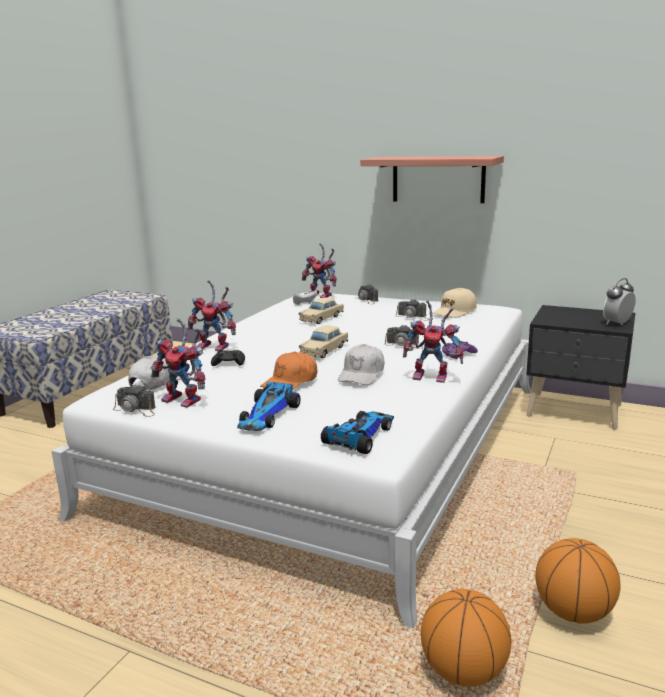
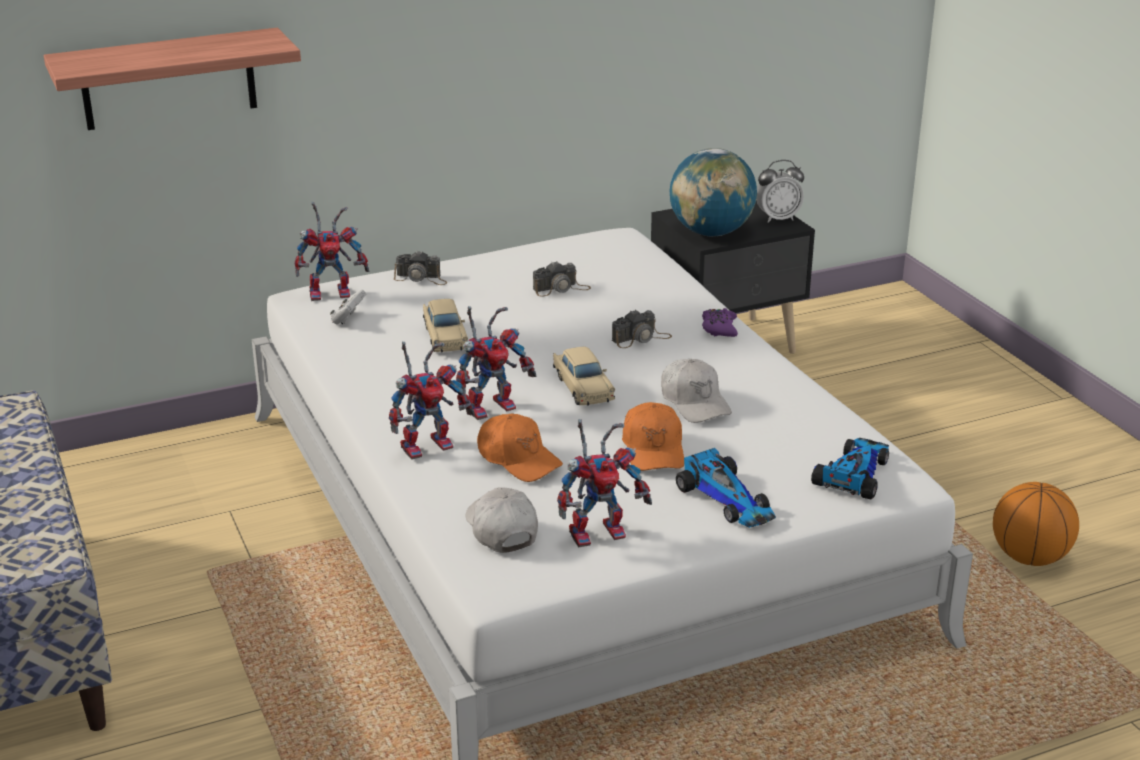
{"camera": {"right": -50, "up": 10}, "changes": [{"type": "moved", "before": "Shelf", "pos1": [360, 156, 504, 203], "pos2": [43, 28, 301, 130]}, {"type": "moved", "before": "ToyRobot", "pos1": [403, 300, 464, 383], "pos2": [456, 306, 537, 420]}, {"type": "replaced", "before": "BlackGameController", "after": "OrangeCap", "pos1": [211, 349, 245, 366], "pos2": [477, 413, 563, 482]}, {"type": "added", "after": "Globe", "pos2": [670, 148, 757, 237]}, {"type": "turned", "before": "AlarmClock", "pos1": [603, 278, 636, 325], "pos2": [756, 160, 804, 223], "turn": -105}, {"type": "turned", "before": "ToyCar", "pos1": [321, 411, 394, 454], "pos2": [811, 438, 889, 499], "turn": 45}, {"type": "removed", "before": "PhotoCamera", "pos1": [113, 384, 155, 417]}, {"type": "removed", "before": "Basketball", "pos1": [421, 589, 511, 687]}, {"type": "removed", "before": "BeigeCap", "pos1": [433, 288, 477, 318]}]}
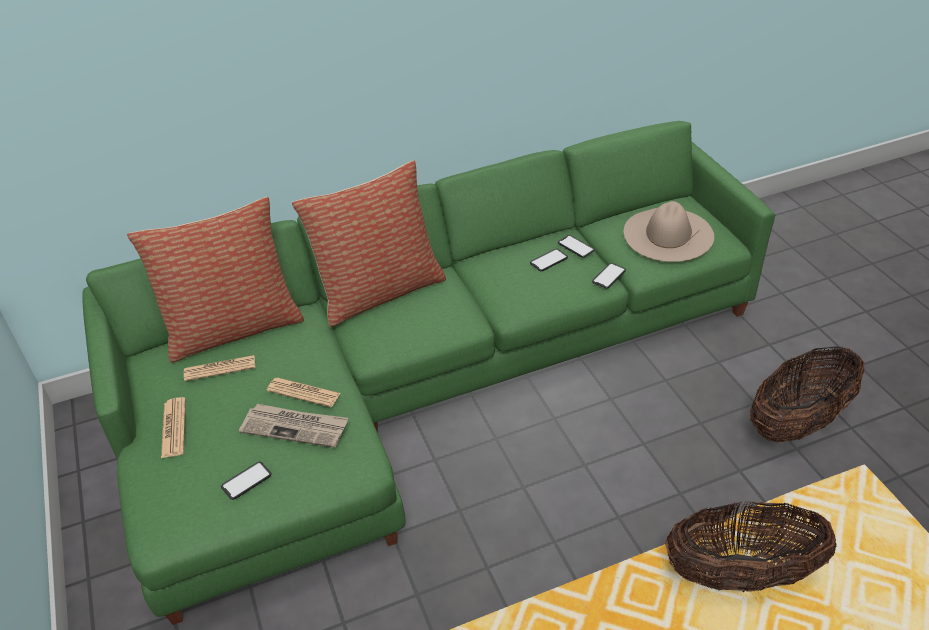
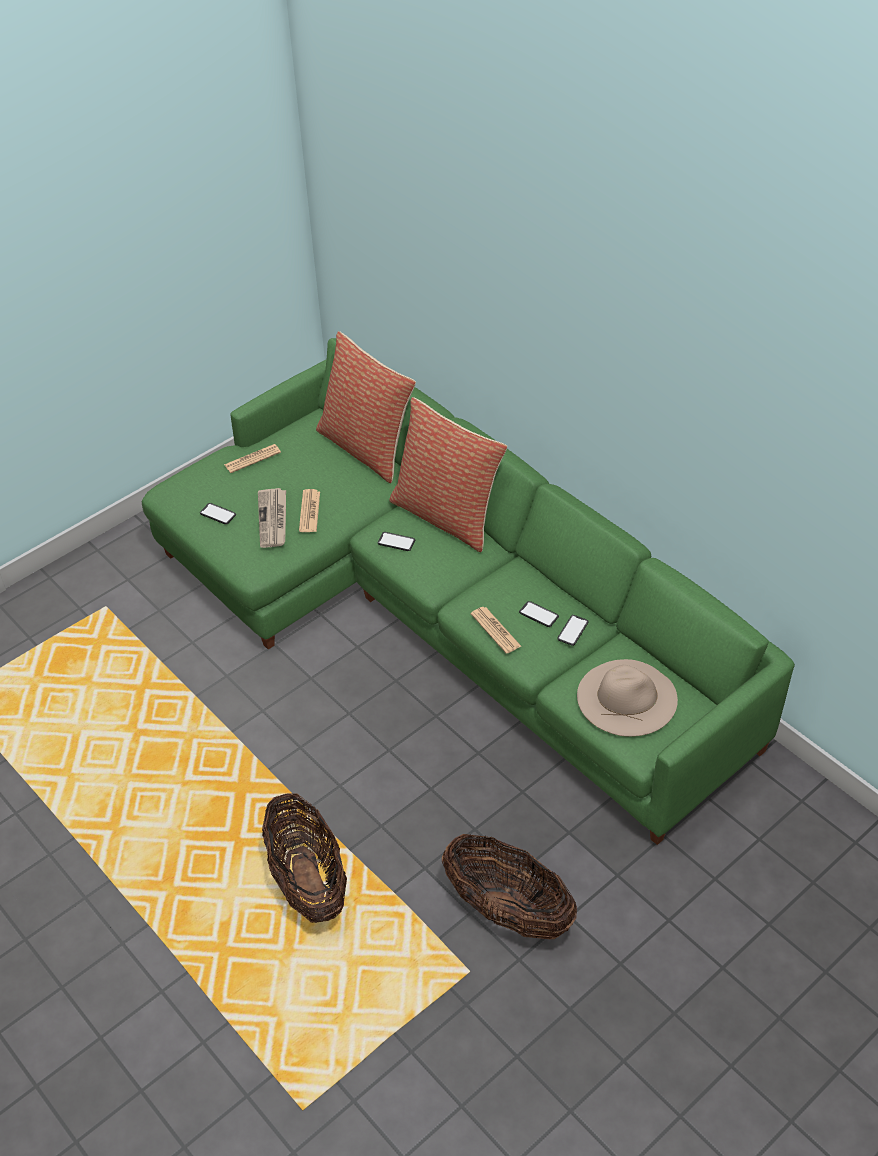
{"camera": {"right": 70, "up": 5}, "changes": [{"type": "moved", "before": "Phone", "pos1": [592, 263, 626, 289], "pos2": [378, 532, 415, 551]}, {"type": "moved", "before": "Newspaper", "pos1": [184, 355, 255, 381], "pos2": [471, 607, 521, 654]}]}
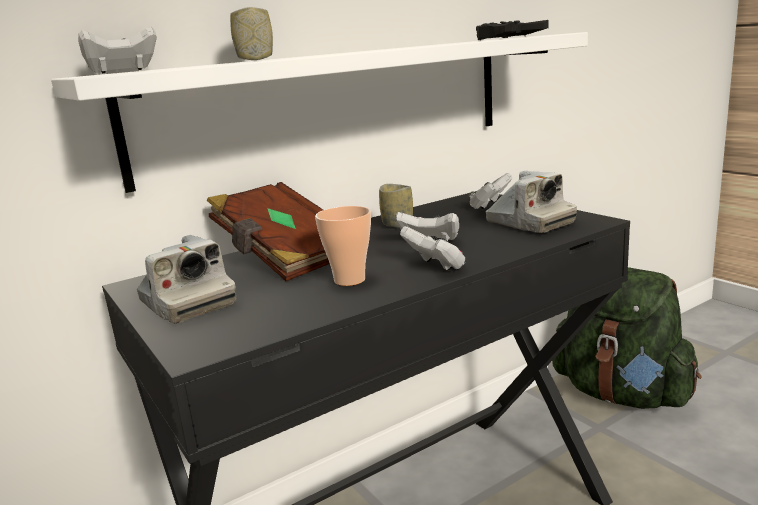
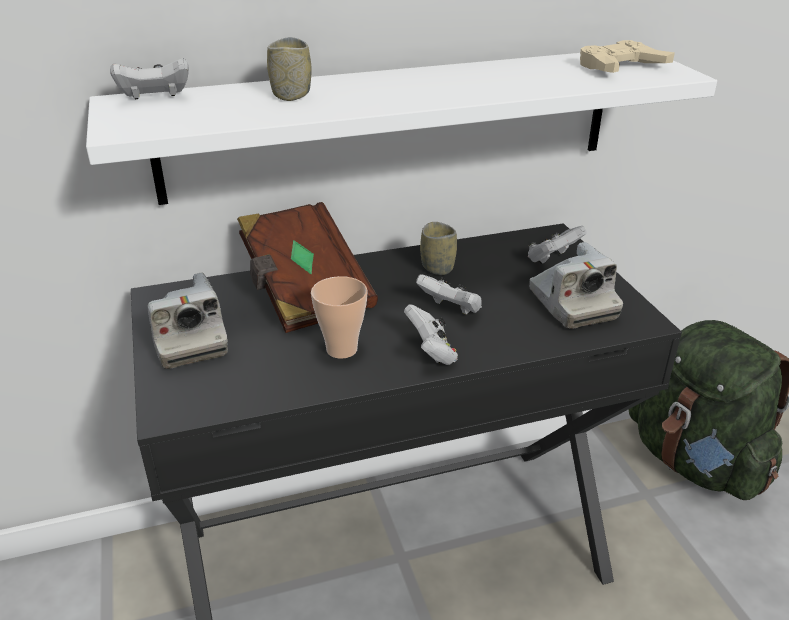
{"camera": {"right": 15, "up": 15}, "changes": [{"type": "recoloured", "before": "BlackGameController", "after": "BeigeGameController", "pos1": [476, 20, 548, 40], "pos2": [580, 40, 675, 73]}]}
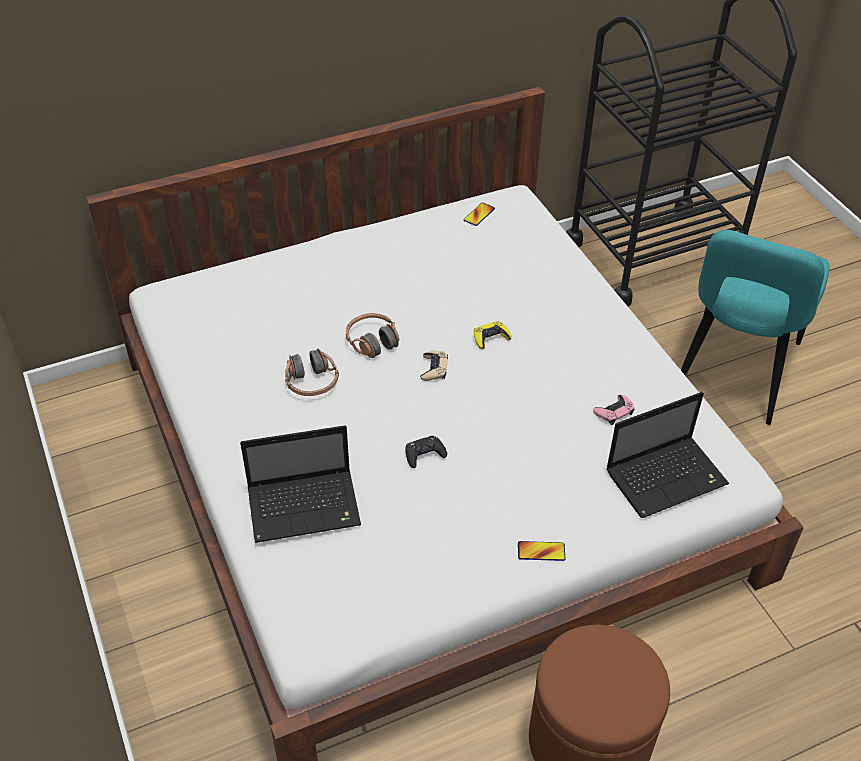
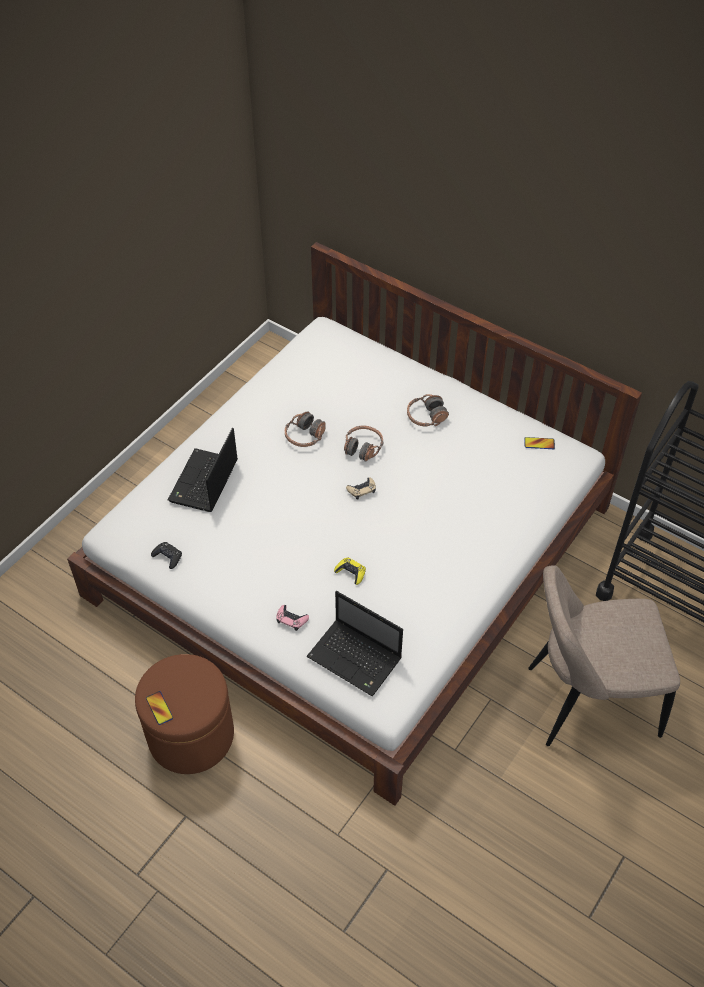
{"camera": {"right": 60, "up": 5}, "changes": [{"type": "moved", "before": "Phone", "pos1": [518, 541, 565, 561], "pos2": [146, 691, 173, 725]}, {"type": "moved", "before": "BlackGameController", "pos1": [405, 436, 447, 468], "pos2": [151, 542, 182, 569]}, {"type": "turned", "before": "Laptop", "pos1": [240, 425, 361, 543], "pos2": [168, 428, 238, 512], "turn": 60}, {"type": "moved", "before": "PinkGameController", "pos1": [593, 395, 634, 425], "pos2": [276, 605, 309, 631]}, {"type": "moved", "before": "YellowGameController", "pos1": [474, 321, 512, 349], "pos2": [334, 557, 366, 585]}, {"type": "added", "after": "Headphones", "pos2": [407, 394, 449, 427]}, {"type": "recoloured", "before": "TurquoiseChair", "after": "BeigeChair", "pos1": [681, 230, 829, 425], "pos2": [528, 565, 680, 746]}]}
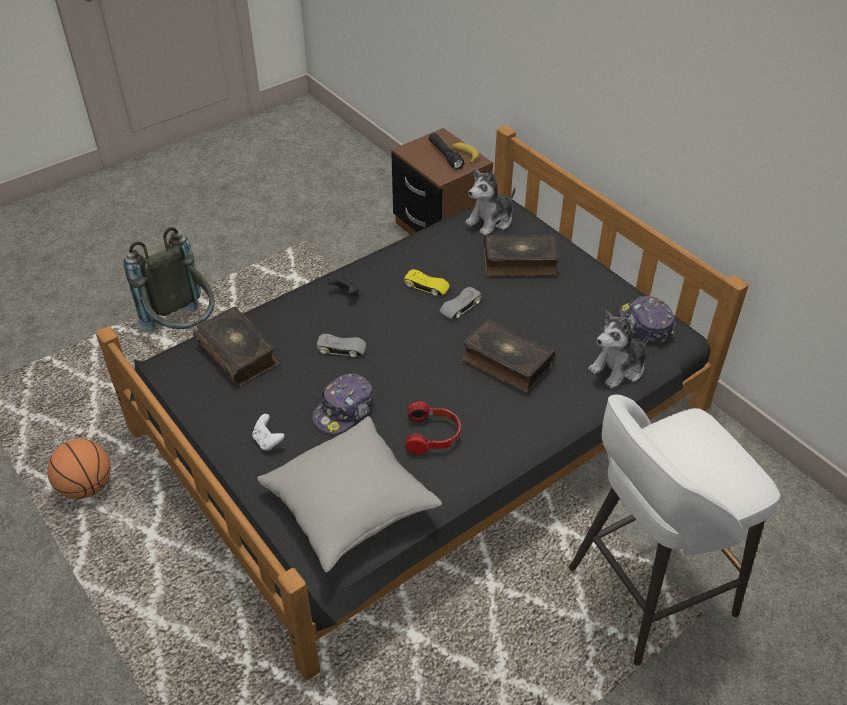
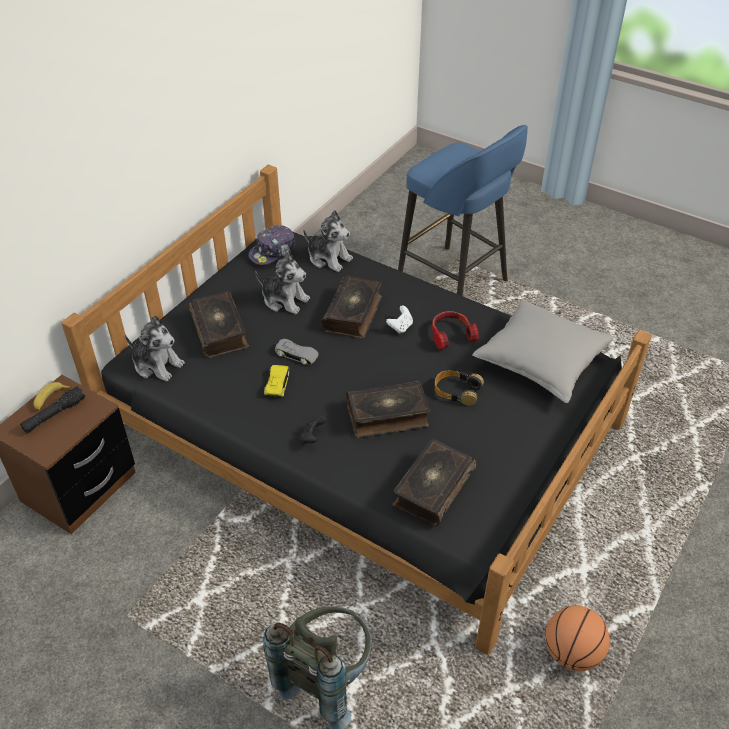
{"camera": {"right": -110, "up": 0}, "changes": [{"type": "added", "after": "PlushToy", "pos2": [256, 251, 310, 314]}, {"type": "replaced", "before": "GreyToyCar", "after": "Book", "pos1": [317, 334, 366, 357], "pos2": [346, 381, 430, 438]}, {"type": "moved", "before": "WhiteGameController", "pos1": [252, 414, 285, 451], "pos2": [386, 305, 413, 334]}, {"type": "recoloured", "before": "WhiteStool", "after": "BlueStool", "pos1": [568, 395, 780, 666], "pos2": [398, 125, 528, 296]}, {"type": "replaced", "before": "Cap", "after": "Headphones", "pos1": [312, 373, 374, 434], "pos2": [435, 371, 484, 406]}]}
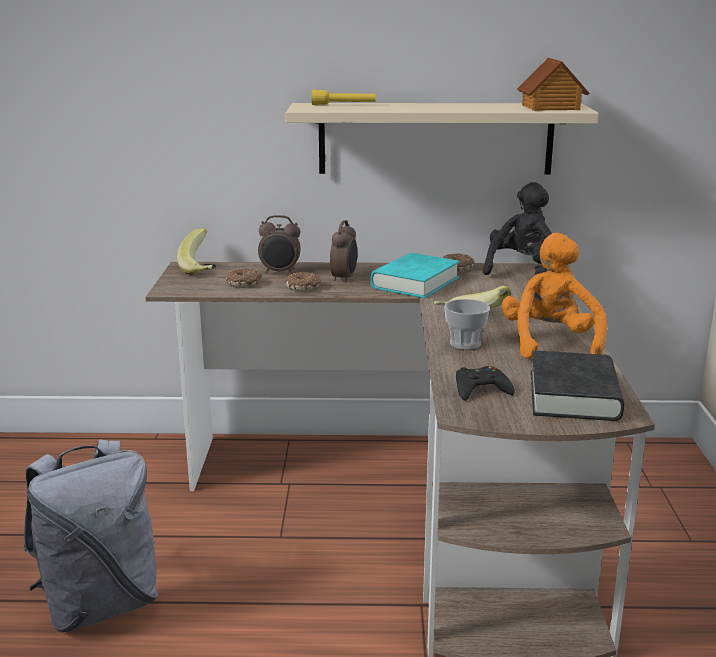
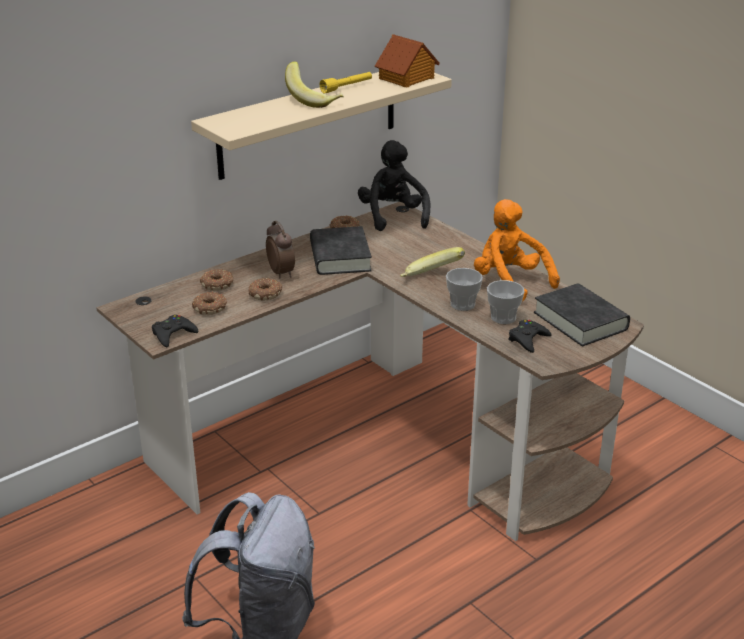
{"camera": {"right": -40, "up": 10}, "changes": [{"type": "added", "after": "BlackGameController", "pos2": [152, 315, 198, 347]}, {"type": "replaced", "before": "AlarmClock", "after": "Donut", "pos1": [258, 215, 301, 274], "pos2": [200, 269, 233, 291]}, {"type": "moved", "before": "Banana", "pos1": [177, 228, 213, 275], "pos2": [285, 61, 344, 108]}, {"type": "recoloured", "before": "TurquoiseBook", "after": "BlackBook", "pos1": [371, 253, 460, 298], "pos2": [310, 226, 372, 275]}, {"type": "moved", "before": "YellowFlashlight", "pos1": [311, 90, 376, 105], "pos2": [320, 72, 372, 94]}, {"type": "added", "after": "Cup", "pos2": [487, 280, 524, 324]}]}
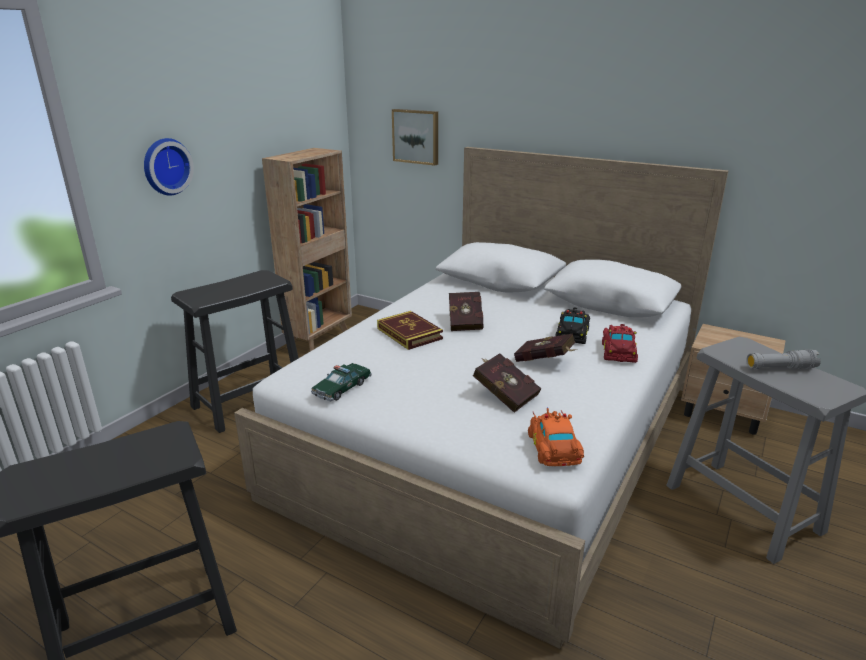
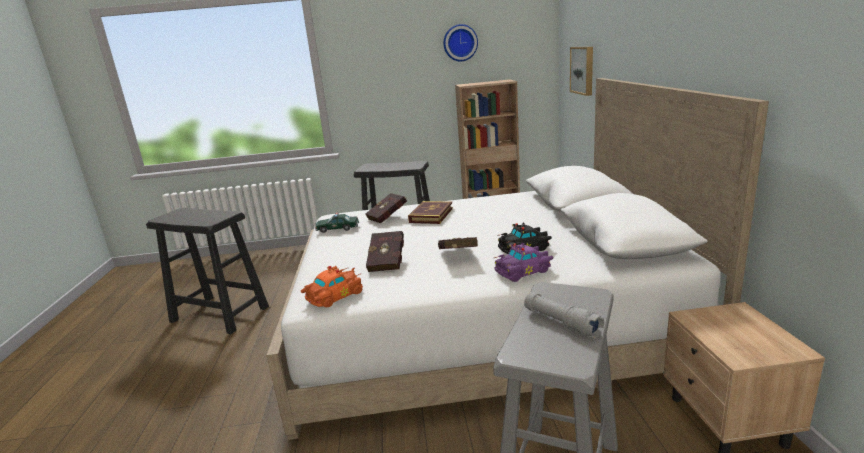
{"camera": {"right": 55, "up": -5}, "changes": [{"type": "moved", "before": "RedBook", "pos1": [449, 292, 484, 331], "pos2": [365, 193, 407, 223]}, {"type": "moved", "before": "WallClock", "pos1": [144, 138, 194, 195], "pos2": [443, 24, 478, 61]}, {"type": "recoloured", "before": "RedToyCar", "after": "PurpleToyCar", "pos1": [602, 324, 638, 363], "pos2": [494, 243, 553, 282]}]}
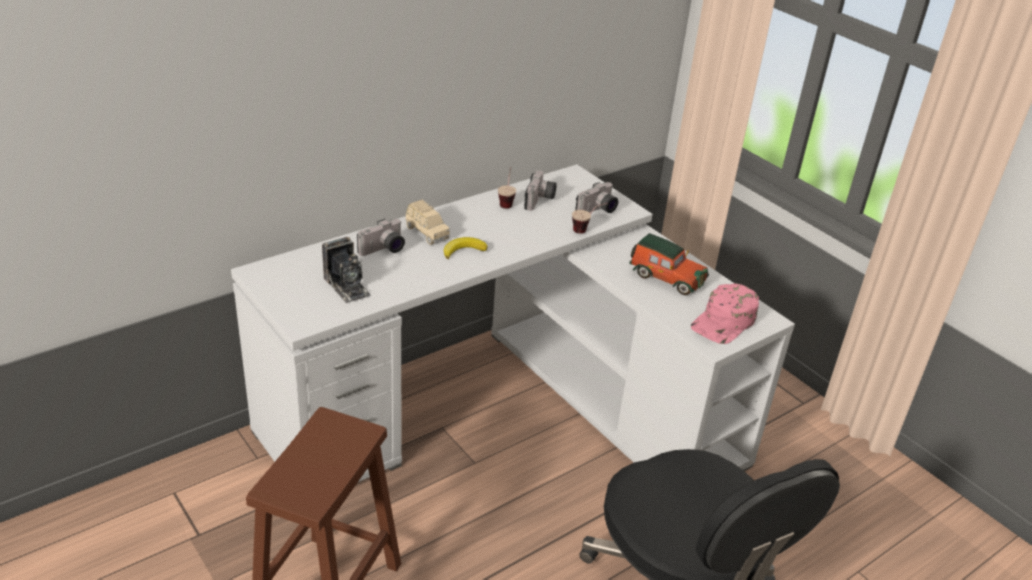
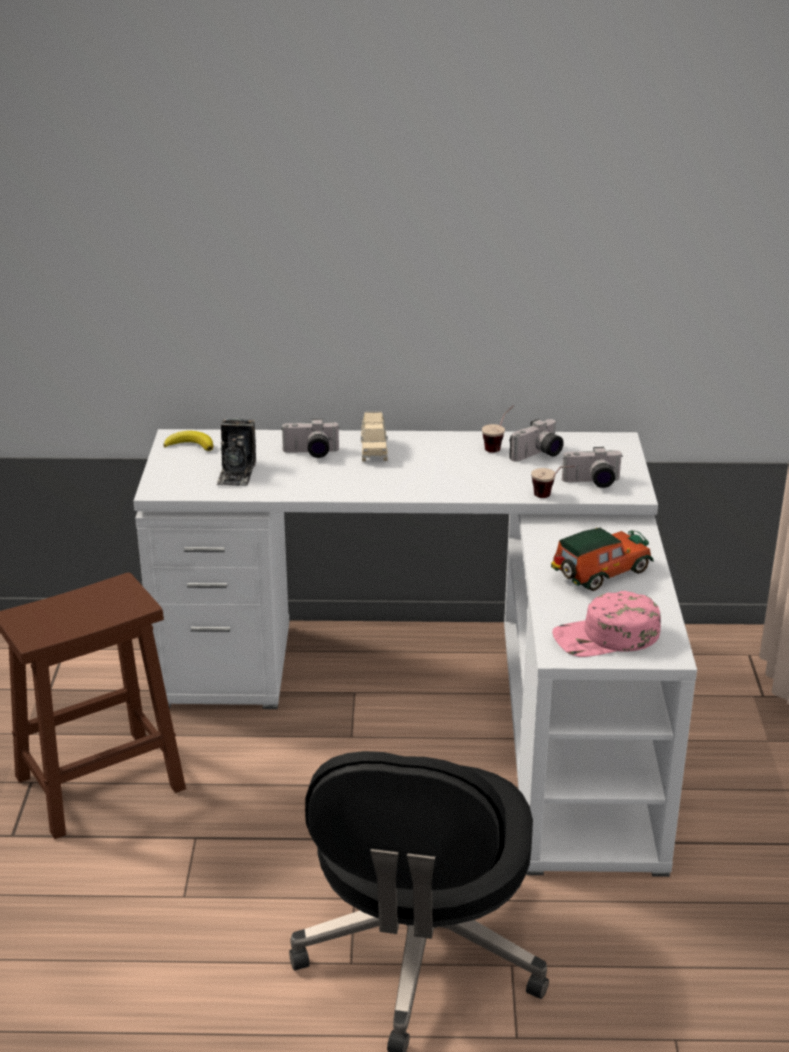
{"camera": {"right": 40, "up": -5}, "changes": [{"type": "moved", "before": "Banana", "pos1": [444, 237, 488, 259], "pos2": [163, 431, 213, 451]}, {"type": "turned", "before": "ToyCar", "pos1": [629, 233, 709, 295], "pos2": [551, 528, 654, 591], "turn": -105}]}
